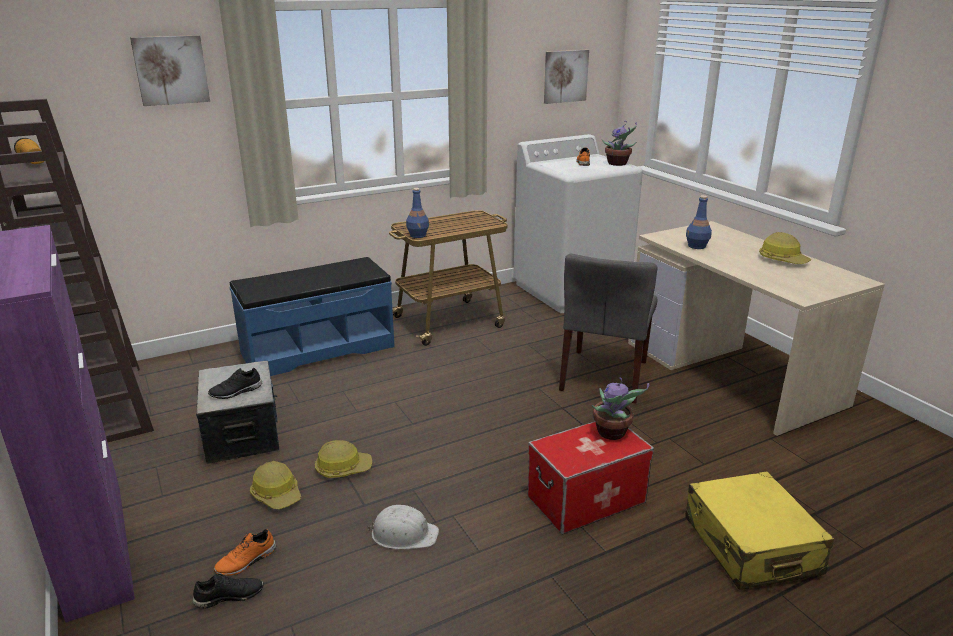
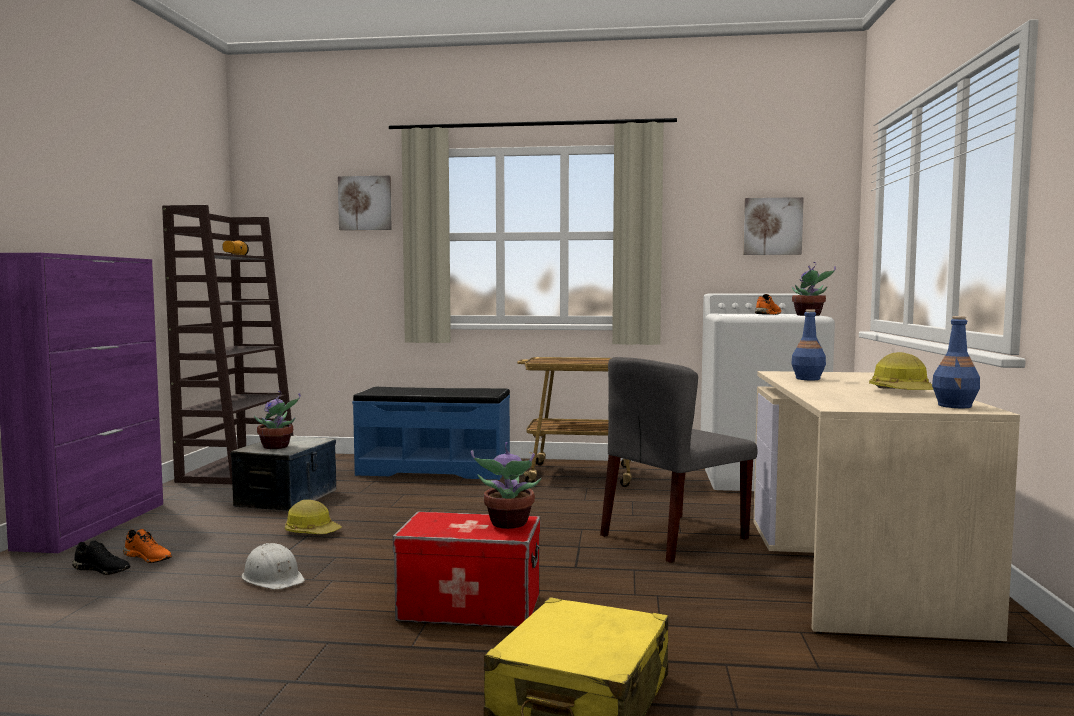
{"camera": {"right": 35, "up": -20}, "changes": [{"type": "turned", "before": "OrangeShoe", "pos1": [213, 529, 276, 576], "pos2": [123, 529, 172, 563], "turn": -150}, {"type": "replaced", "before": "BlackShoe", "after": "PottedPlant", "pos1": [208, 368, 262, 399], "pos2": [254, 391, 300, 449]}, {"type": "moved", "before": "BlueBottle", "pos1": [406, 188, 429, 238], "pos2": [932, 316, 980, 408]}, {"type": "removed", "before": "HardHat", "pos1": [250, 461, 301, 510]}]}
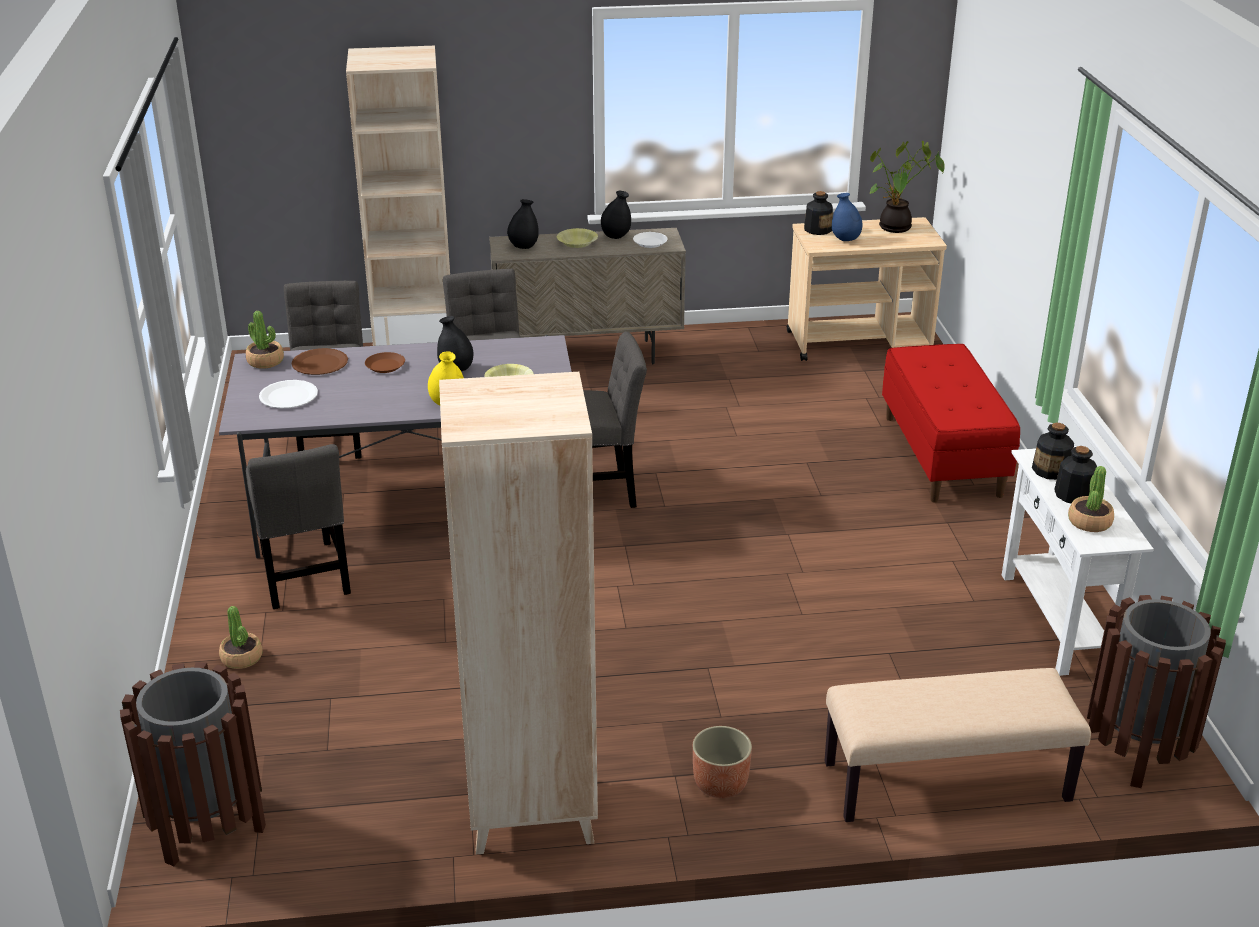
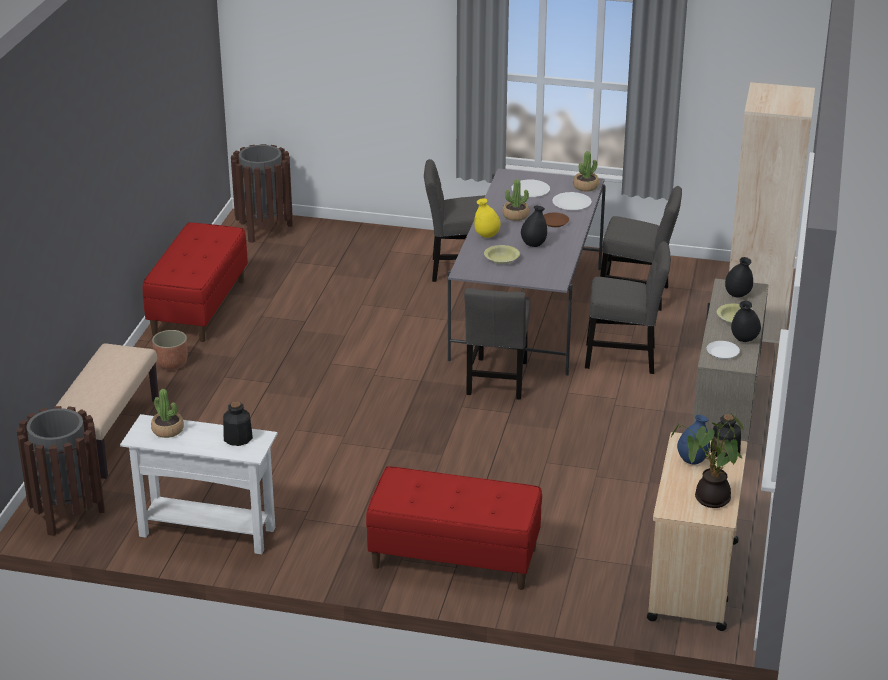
{"camera": {"right": 110, "up": 0}, "changes": [{"type": "replaced", "before": "BeigeBookcase", "after": "RedBench", "pos1": [439, 372, 598, 854], "pos2": [143, 222, 248, 342]}, {"type": "moved", "before": "PottedPlant", "pos1": [219, 606, 263, 669], "pos2": [502, 179, 529, 221]}, {"type": "recoloured", "before": "BrownPlate", "after": "WhitePlate", "pos1": [292, 348, 348, 375], "pos2": [552, 192, 592, 210]}, {"type": "removed", "before": "Bottle", "pos1": [1054, 446, 1097, 503]}]}
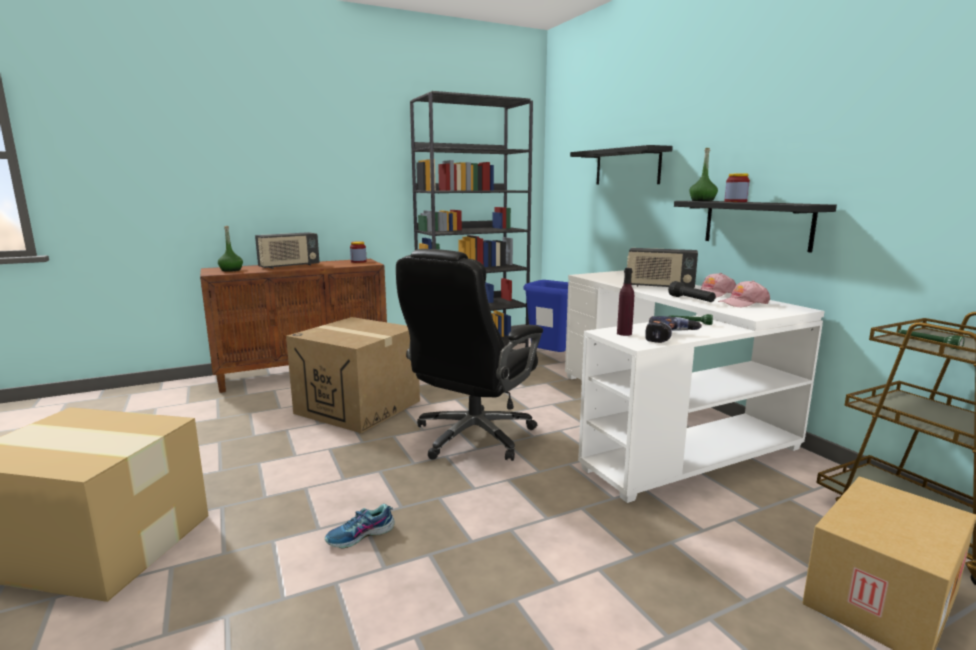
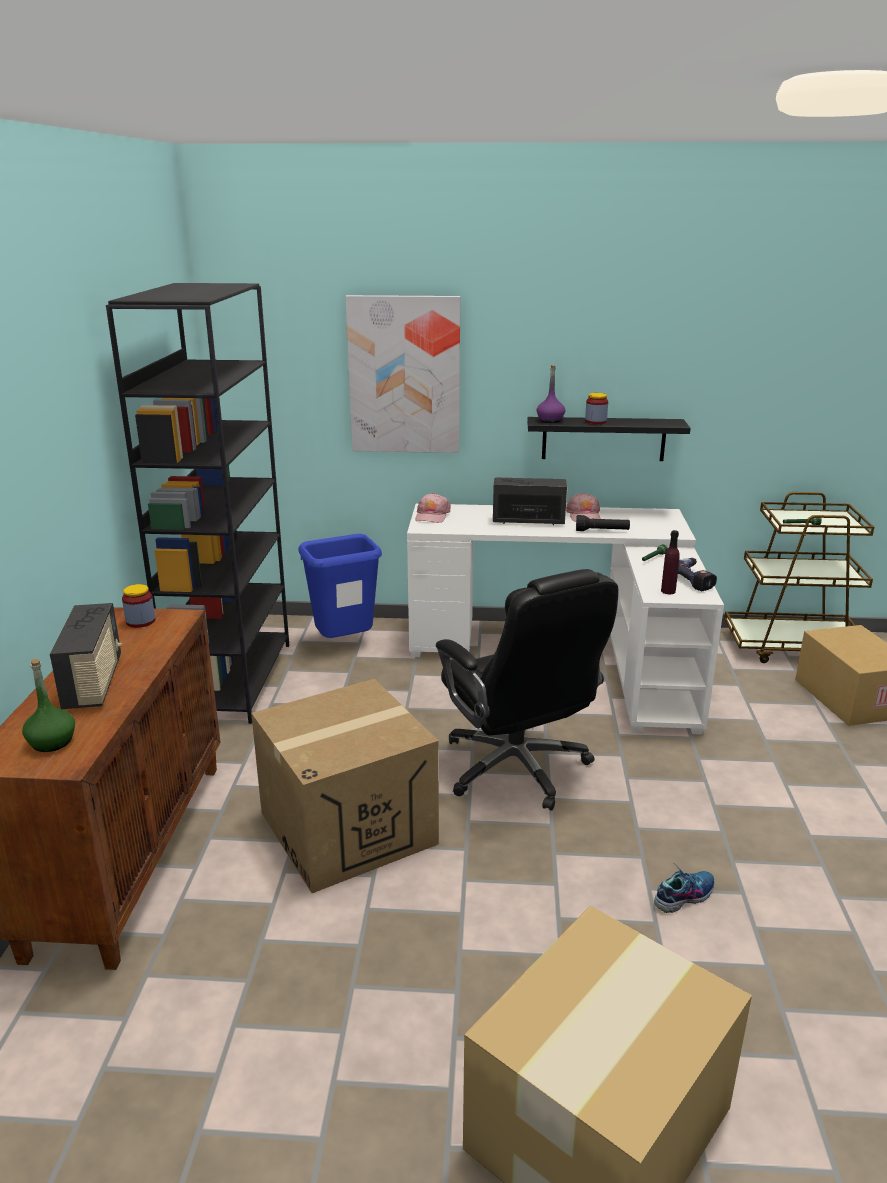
{"camera": {"right": -60, "up": 10}, "changes": [{"type": "replaced", "before": "BlackShelf", "after": "Picture", "pos1": [570, 145, 673, 185], "pos2": [345, 295, 460, 453]}, {"type": "moved", "before": "PinkCap", "pos1": [718, 281, 770, 308], "pos2": [415, 493, 451, 523]}, {"type": "turned", "before": "Radio", "pos1": [627, 248, 698, 288], "pos2": [493, 478, 567, 525], "turn": -135}, {"type": "recoloured", "before": "GreenBottle", "after": "PurpleBottle", "pos1": [689, 148, 718, 201], "pos2": [537, 365, 565, 423]}, {"type": "turned", "before": "Shoe", "pos1": [325, 504, 395, 549], "pos2": [654, 863, 715, 913], "turn": -120}]}
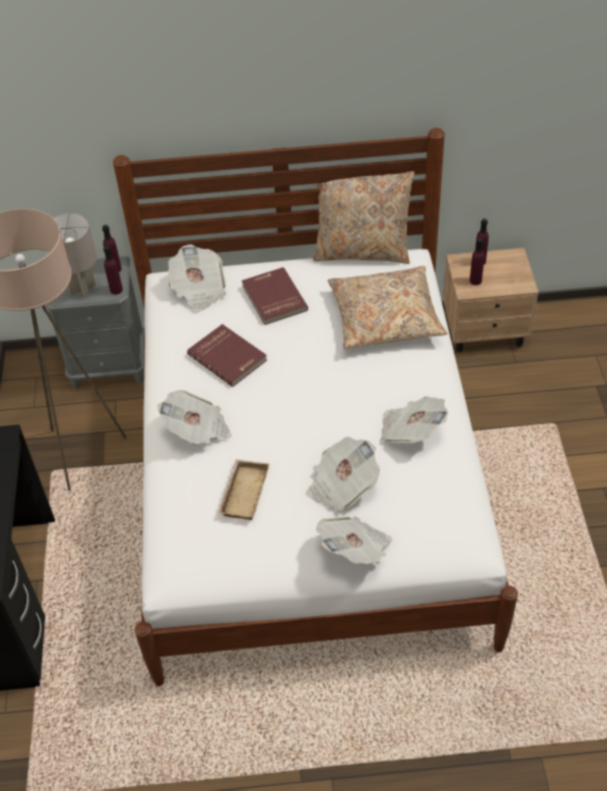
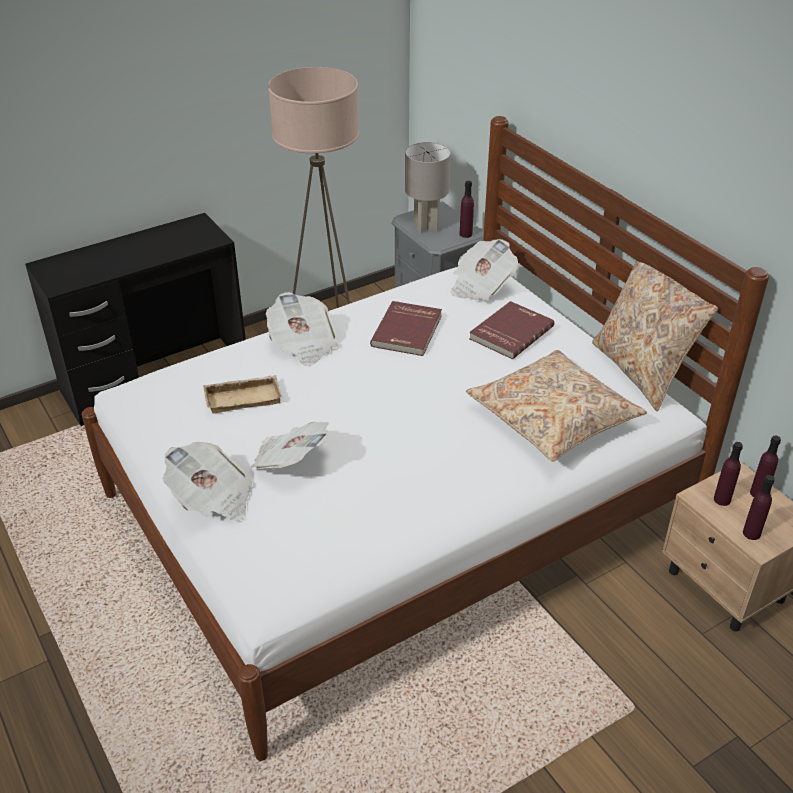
{"camera": {"right": 60, "up": -10}, "changes": [{"type": "moved", "before": "PurpleBottle", "pos1": [103, 245, 123, 294], "pos2": [743, 475, 775, 540]}, {"type": "removed", "before": "Newspaper", "pos1": [381, 397, 448, 443]}]}
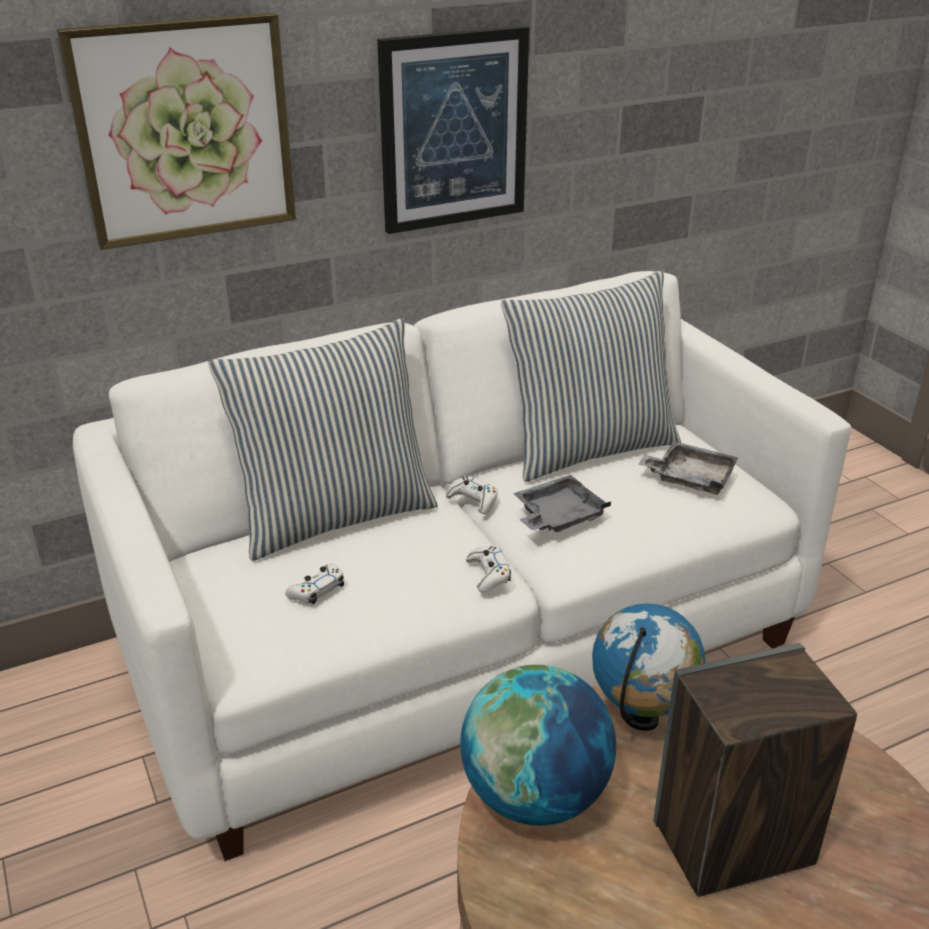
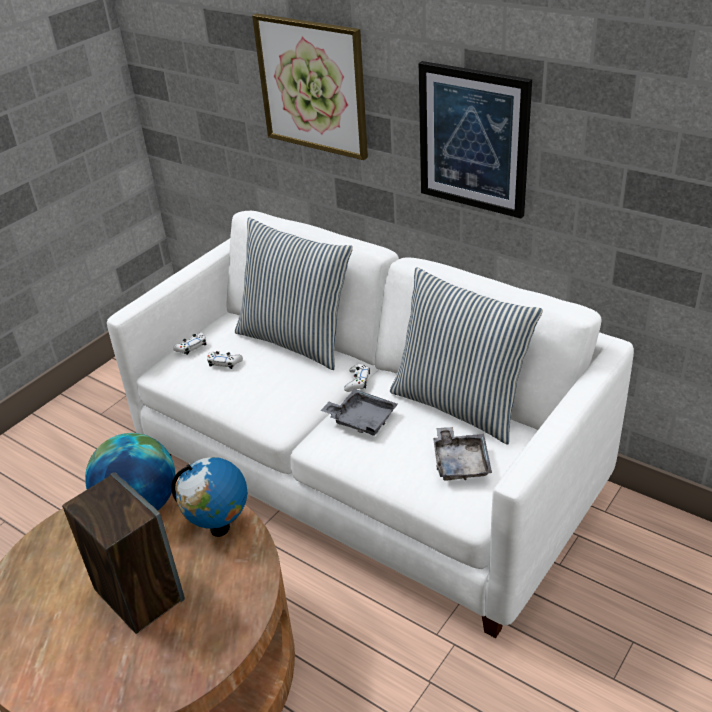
{"camera": {"right": 65, "up": 5}, "changes": [{"type": "moved", "before": "WhiteGameController", "pos1": [466, 546, 511, 593], "pos2": [173, 333, 207, 355]}]}
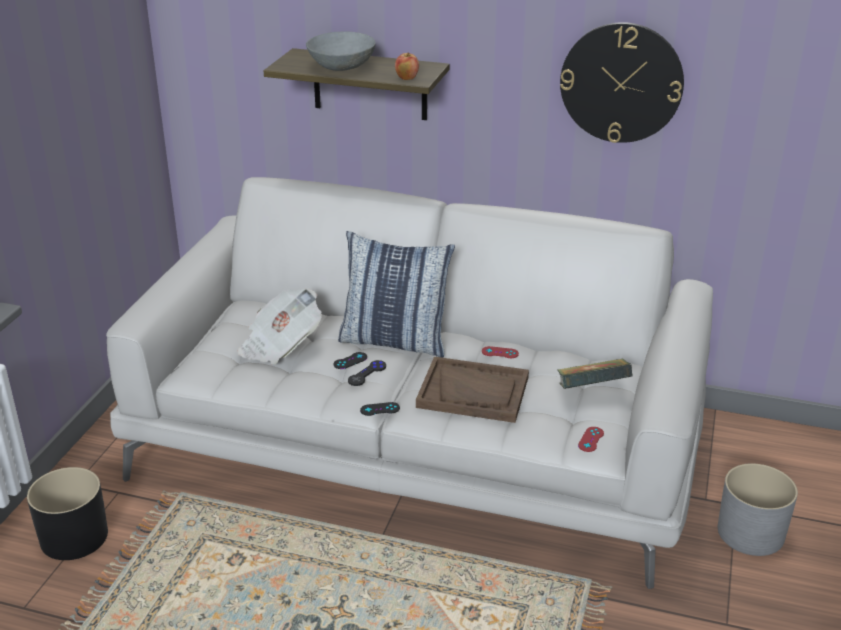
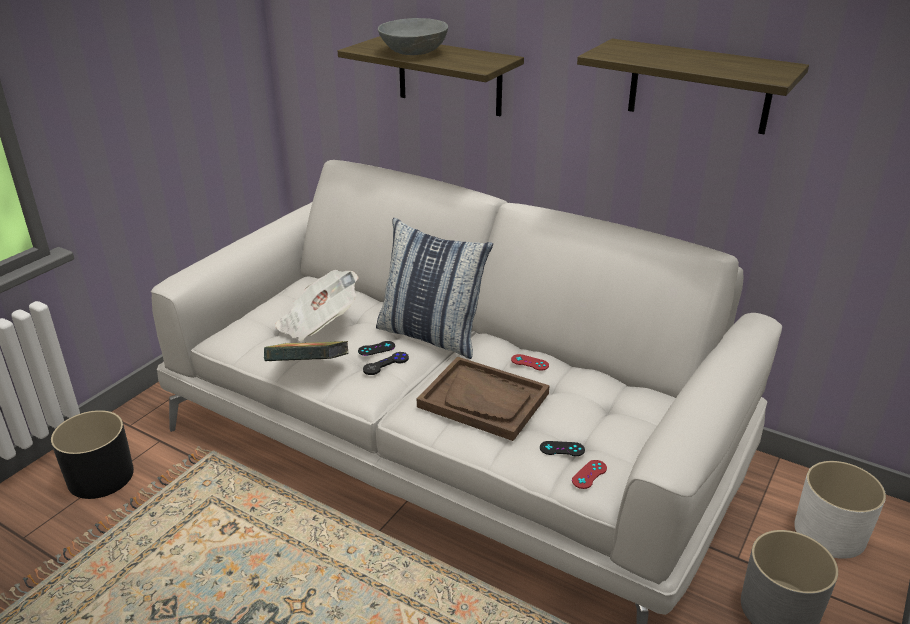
{"camera": {"right": 15, "up": 0}, "changes": [{"type": "moved", "before": "Book", "pos1": [557, 358, 633, 389], "pos2": [264, 341, 349, 361]}, {"type": "moved", "before": "BlackGameController", "pos1": [360, 402, 400, 416], "pos2": [540, 441, 585, 456]}, {"type": "replaced", "before": "WallClock", "after": "Shelf", "pos1": [560, 22, 684, 143], "pos2": [577, 39, 809, 134]}, {"type": "added", "after": "WhitePlanter", "pos2": [794, 461, 886, 559]}, {"type": "removed", "before": "Apple", "pos1": [395, 52, 419, 80]}]}
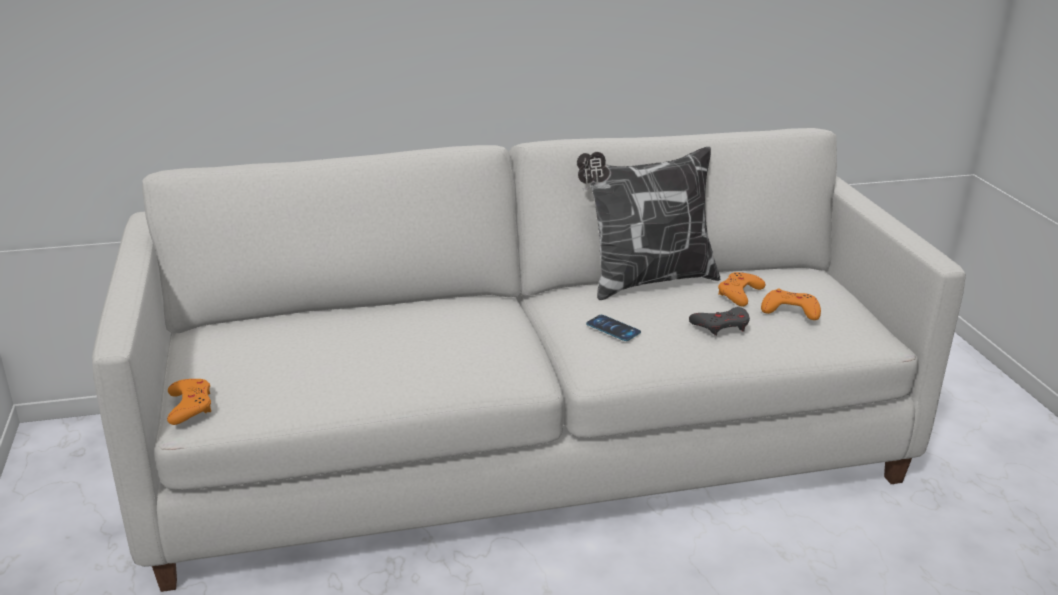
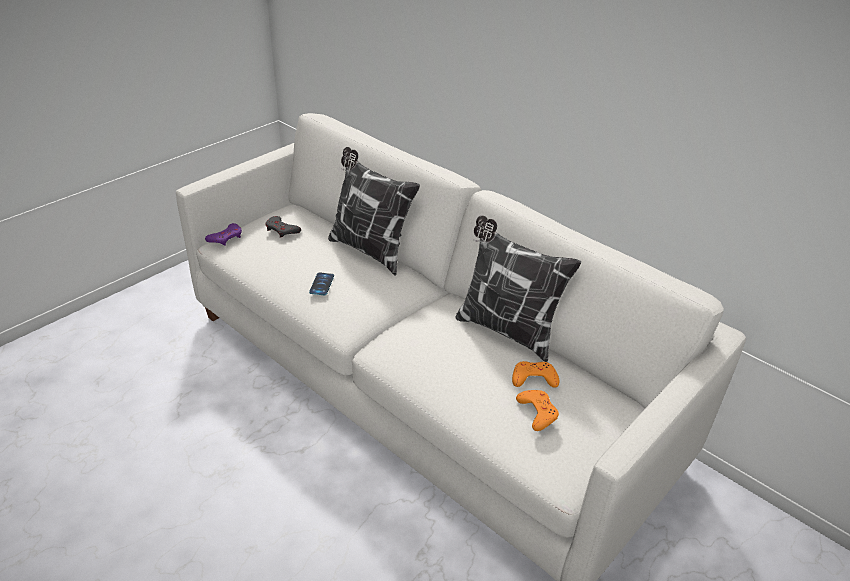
{"camera": {"right": 55, "up": 10}, "changes": [{"type": "recoloured", "before": "OrangeGameController", "after": "PurpleGameController", "pos1": [167, 379, 211, 425], "pos2": [205, 223, 242, 246]}, {"type": "moved", "before": "GreyGameController", "pos1": [689, 307, 750, 336], "pos2": [265, 216, 301, 238]}, {"type": "moved", "before": "Phone", "pos1": [586, 315, 641, 341], "pos2": [309, 272, 334, 295]}, {"type": "added", "after": "Pillow", "pos2": [328, 147, 420, 276]}]}
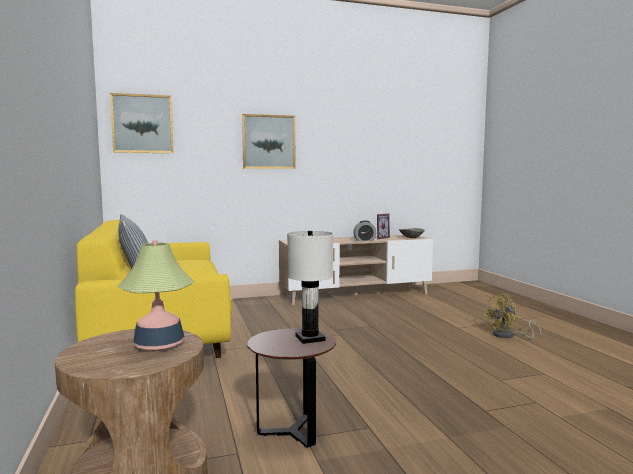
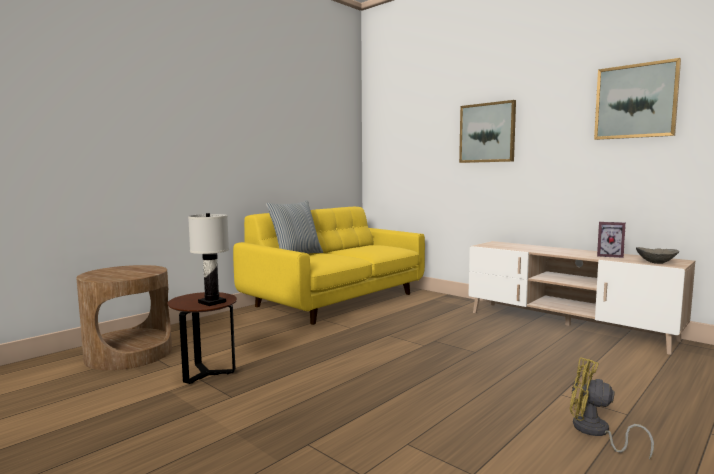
{"camera": {"right": 60, "up": 0}, "changes": [{"type": "moved", "before": "Picture", "pos1": [110, 93, 174, 153], "pos2": [594, 58, 681, 140]}, {"type": "removed", "before": "TableLamp", "pos1": [117, 240, 195, 351]}, {"type": "removed", "before": "AlarmClock", "pos1": [353, 221, 376, 241]}]}
